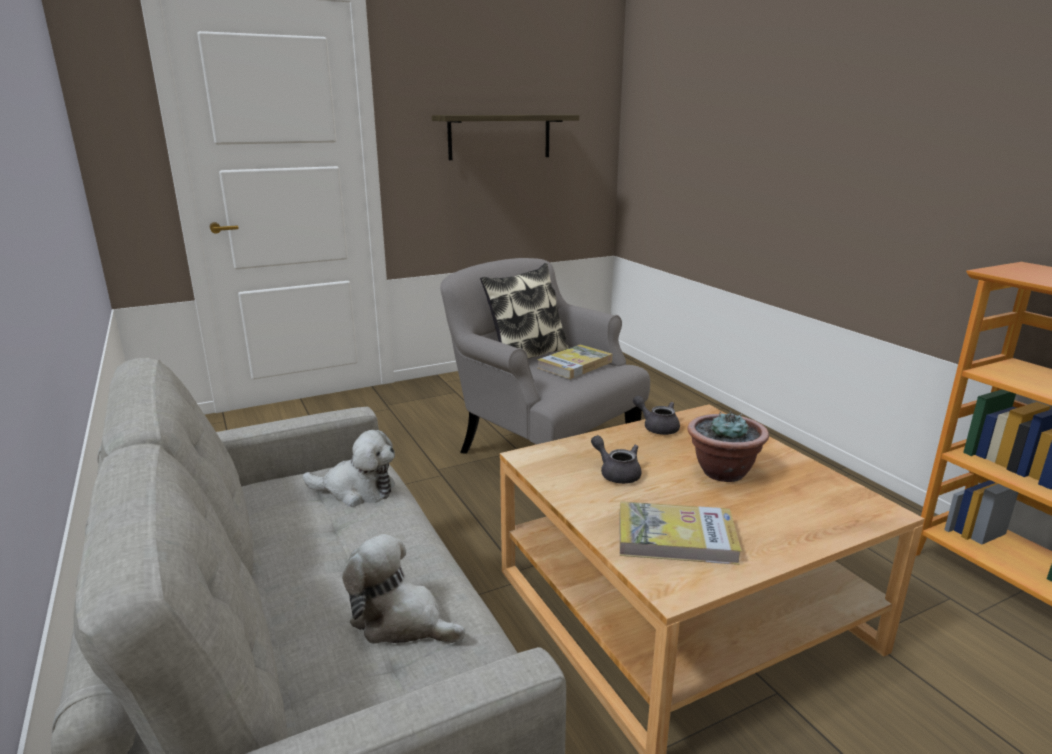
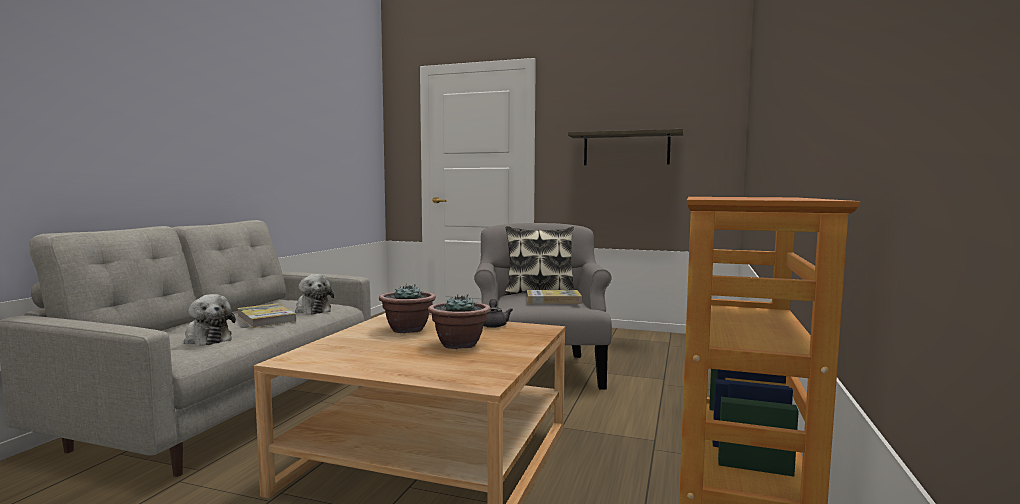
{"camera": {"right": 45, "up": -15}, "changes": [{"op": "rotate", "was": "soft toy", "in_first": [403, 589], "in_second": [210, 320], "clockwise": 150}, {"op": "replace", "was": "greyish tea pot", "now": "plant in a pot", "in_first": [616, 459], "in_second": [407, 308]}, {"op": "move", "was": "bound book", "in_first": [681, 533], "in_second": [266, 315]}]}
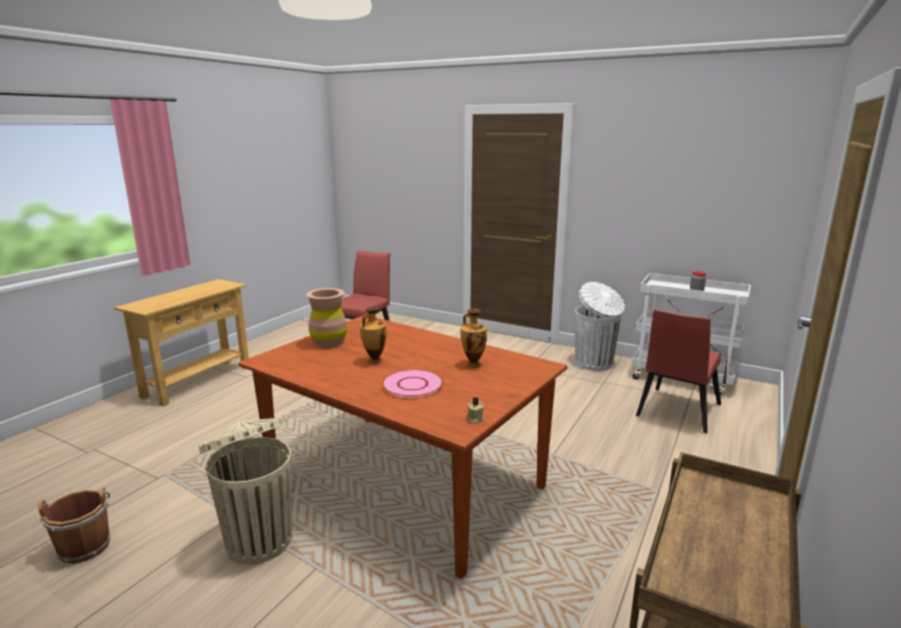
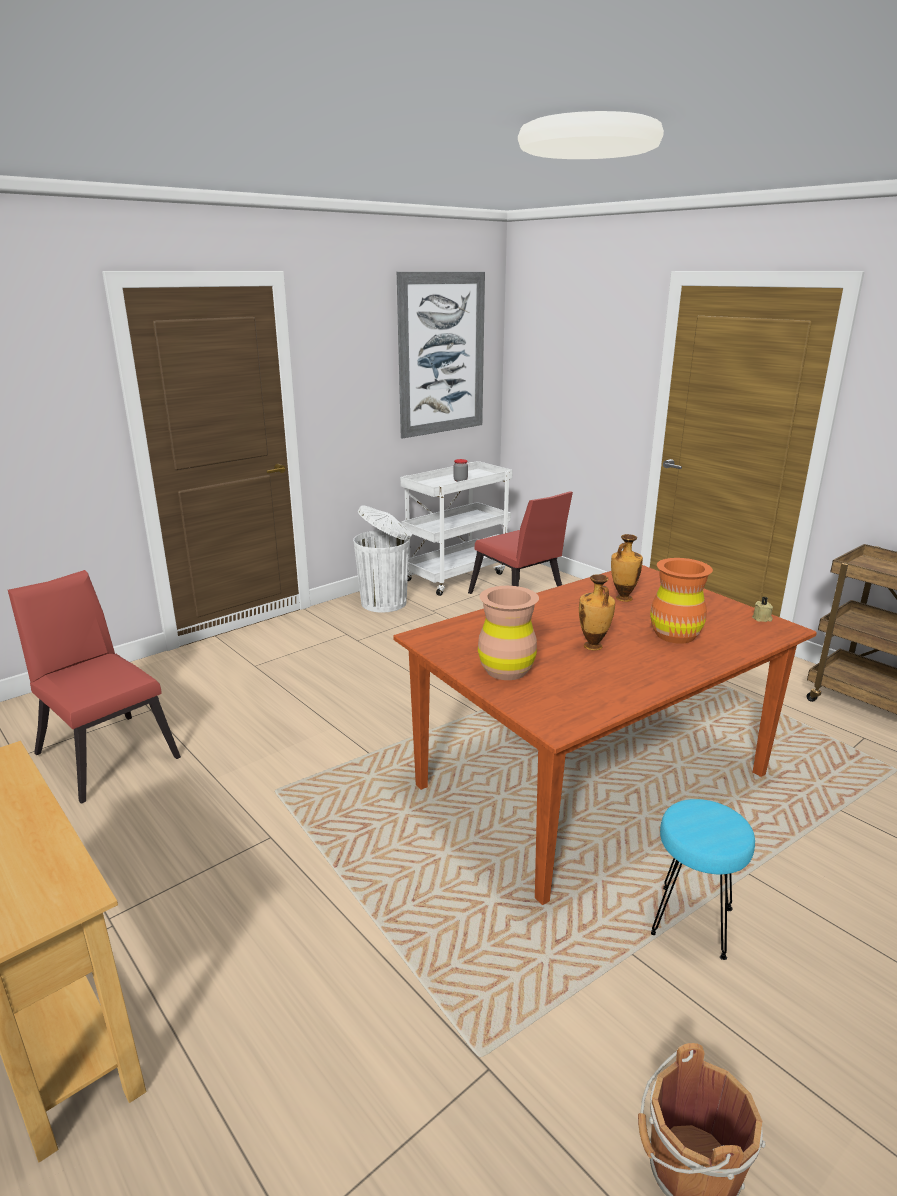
{"camera": {"right": -70, "up": 5}, "changes": [{"op": "replace", "was": "sand-coloured waste bin", "now": "turquoise-coloured stool seat", "in_first": [246, 490], "in_second": [703, 879]}, {"op": "replace", "was": "pink-coloured plate", "now": "orangey decorative vase", "in_first": [412, 384], "in_second": [681, 601]}, {"op": "insert", "now": "wall picture", "in_second": [441, 355]}]}
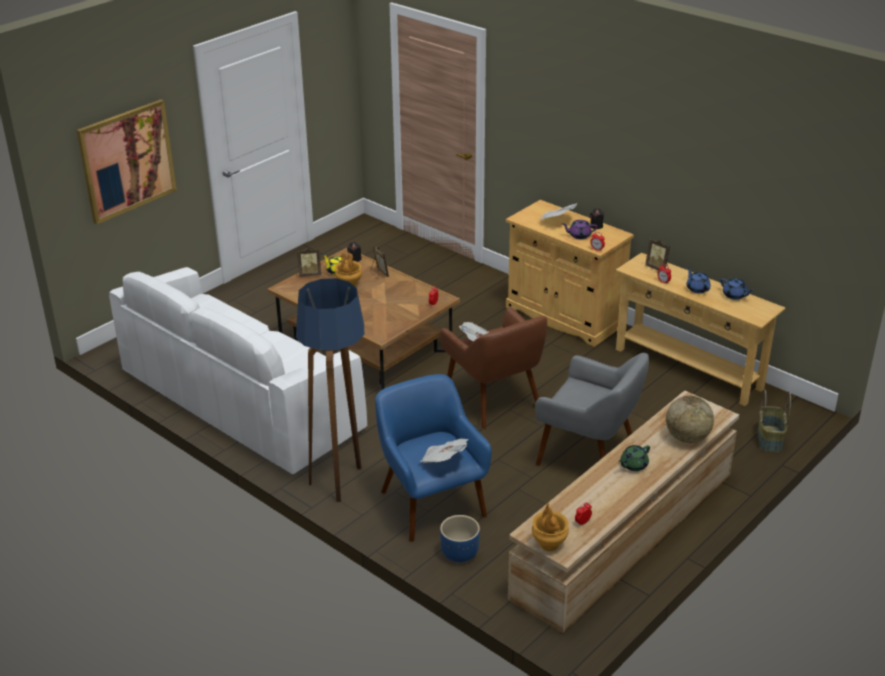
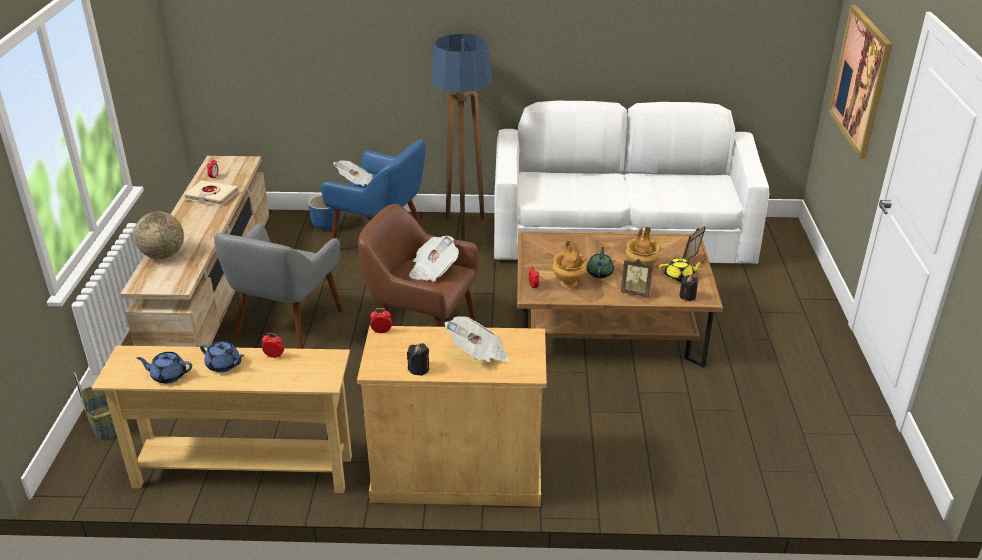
{"camera": {"right": 140, "up": 0}, "changes": [{"op": "move", "was": "brown decorative vase", "in_first": [550, 526], "in_second": [570, 264]}, {"op": "rotate", "was": "greyish easy chair", "in_first": [592, 409], "in_second": [278, 286], "clockwise": -60}, {"op": "delete", "was": "purple tea pot", "in_first": [579, 229]}, {"op": "move", "was": "green-coloured tea pot", "in_first": [634, 458], "in_second": [600, 262]}, {"op": "delete", "was": "photo frame", "in_first": [657, 255]}, {"op": "insert", "now": "sand-coloured bound book", "in_second": [210, 193]}]}
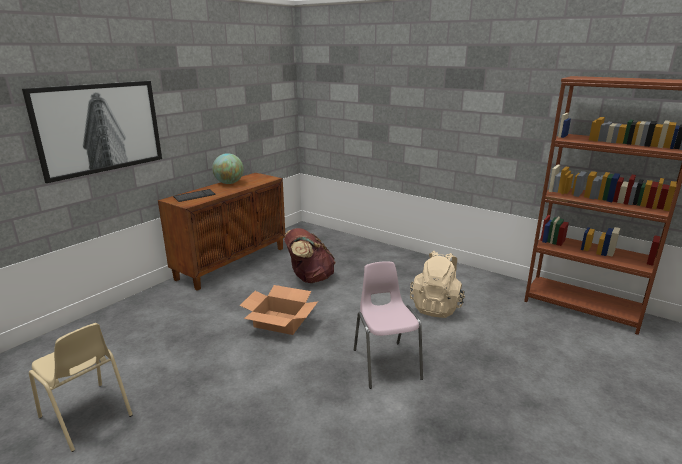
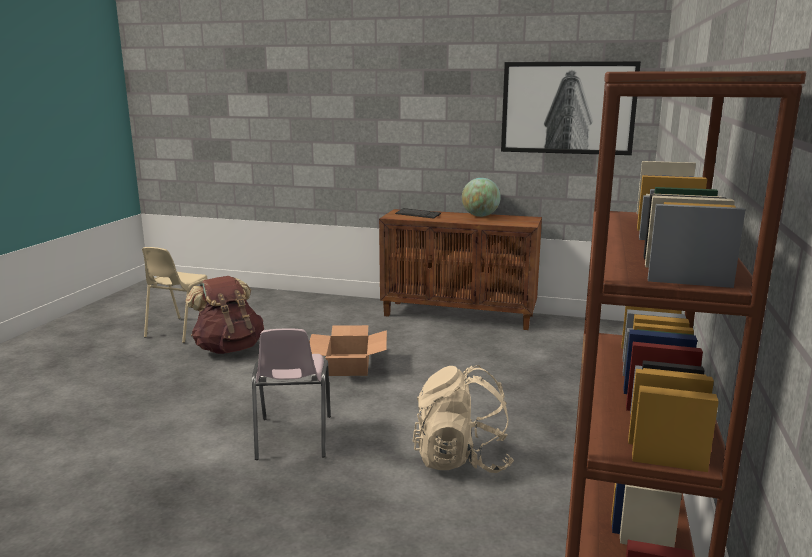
{"camera": {"right": 70, "up": -5}, "changes": [{"op": "move", "was": "wall picture", "in_first": [92, 132], "in_second": [571, 108]}, {"op": "move", "was": "brown rucksack", "in_first": [309, 255], "in_second": [224, 315]}, {"op": "rotate", "was": "pink-coloured chair", "in_first": [388, 325], "in_second": [291, 394], "clockwise": 120}]}
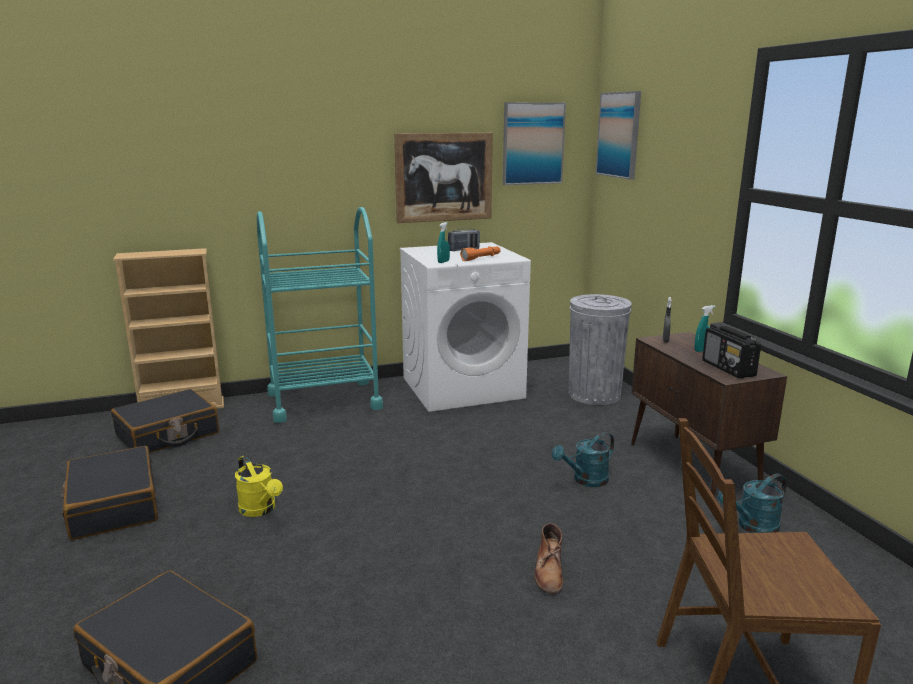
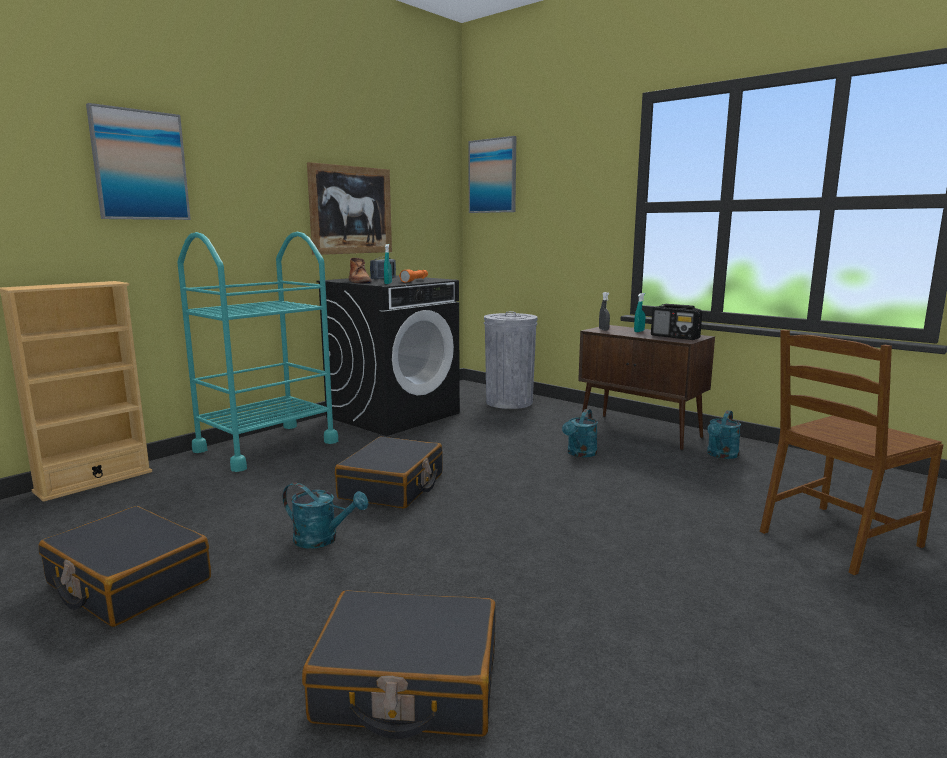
{"camera": {"right": -30, "up": -5}, "changes": [{"op": "move", "was": "black-coloured piece of luggage", "in_first": [165, 421], "in_second": [389, 473]}, {"op": "recolor", "was": "yellowish watering can", "now": "turquoise-coloured watering can", "in_first": [259, 486], "in_second": [325, 515]}, {"op": "recolor", "was": "white laundry machine", "now": "black-coloured laundry machine", "in_first": [465, 327], "in_second": [388, 355]}, {"op": "move", "was": "wall picture", "in_first": [534, 143], "in_second": [138, 161]}, {"op": "move", "was": "brown high-top boot", "in_first": [549, 558], "in_second": [360, 270]}]}
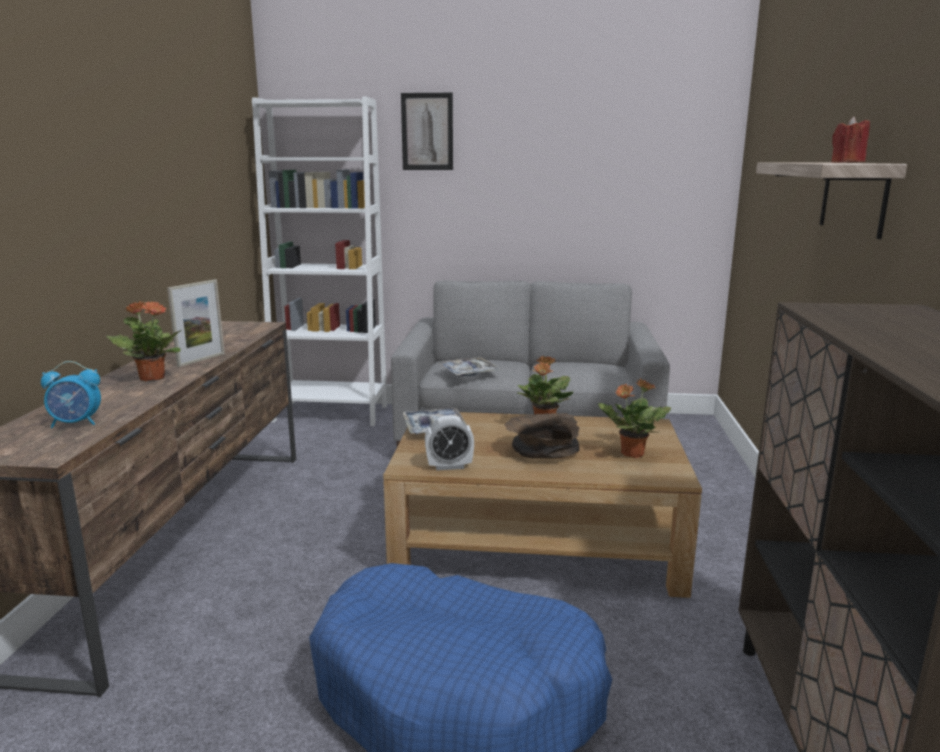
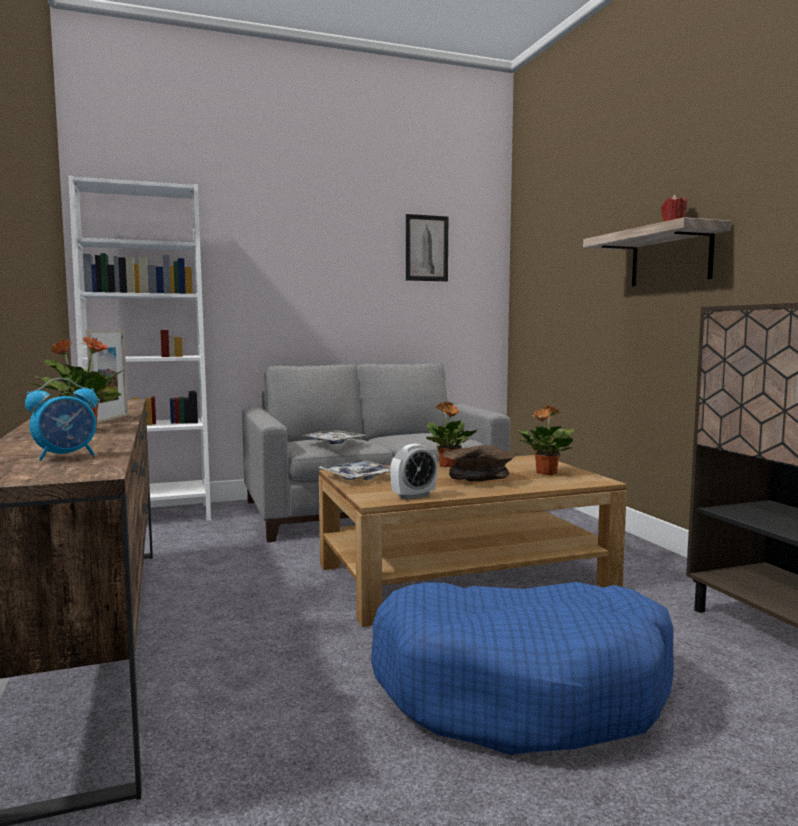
{"camera": {"right": -25, "up": -10}, "changes": [{"op": "move", "was": "wall picture", "in_first": [427, 131], "in_second": [427, 247]}]}
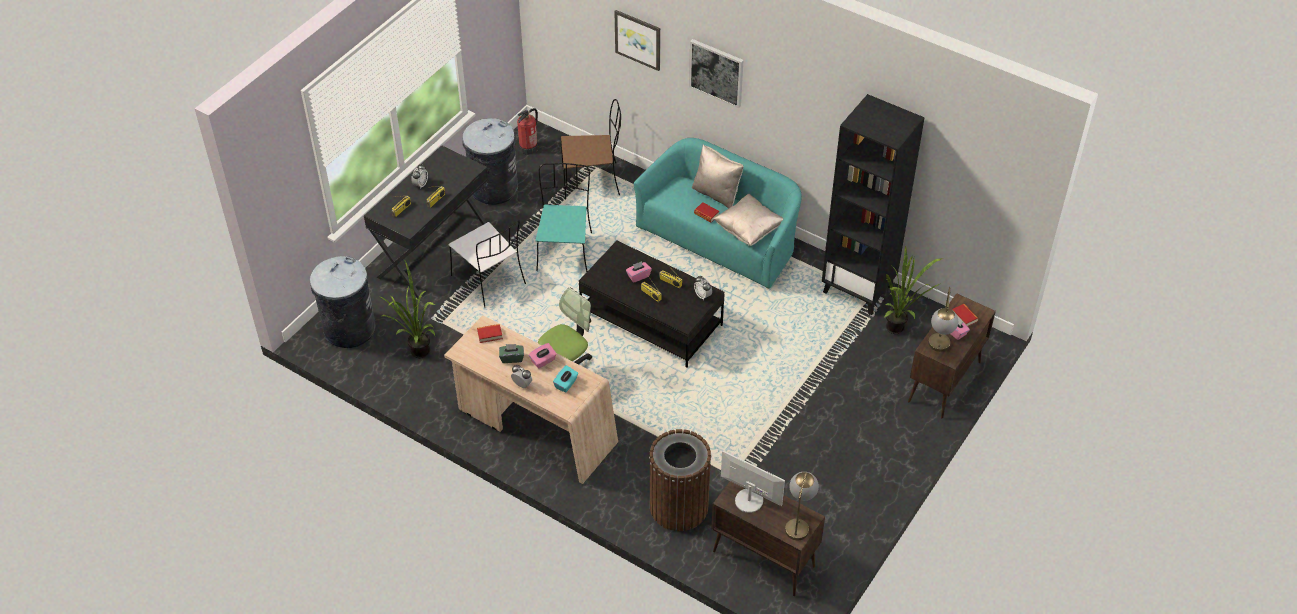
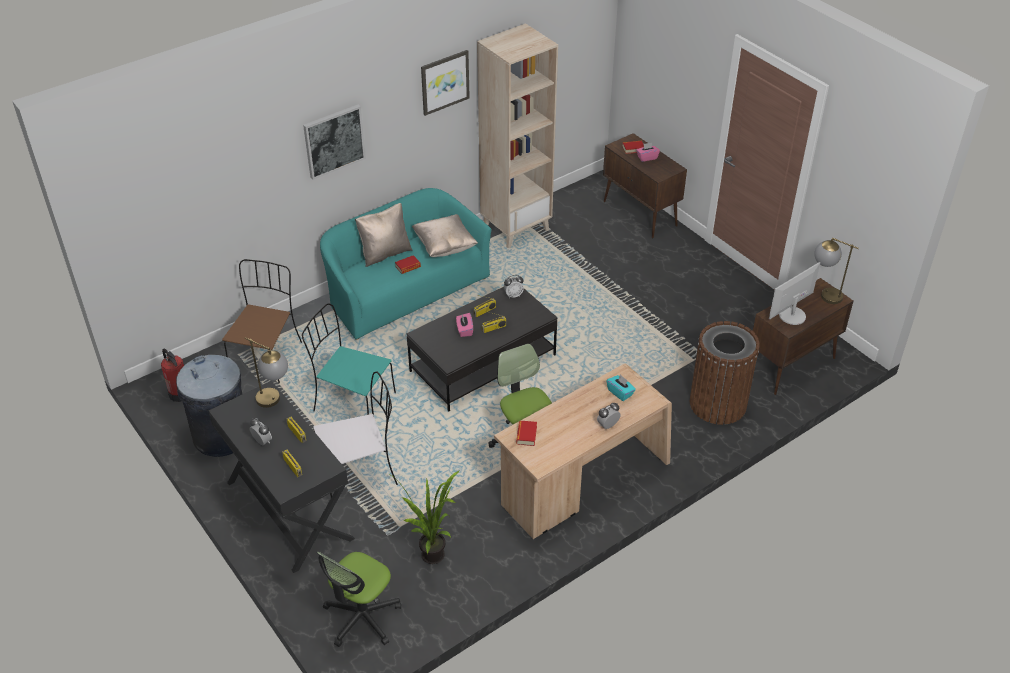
{"camera": {"right": -70, "up": -5}, "changes": [{"op": "replace", "was": "greyish waste bin", "now": "office chair", "in_first": [343, 302], "in_second": [359, 599]}, {"op": "delete", "was": "green-coloured tissue holder", "in_first": [511, 353]}, {"op": "delete", "was": "pink-coloured tissue holder", "in_first": [543, 356]}, {"op": "move", "was": "wall picture", "in_first": [637, 40], "in_second": [445, 83]}, {"op": "recolor", "was": "black-coloured bookcase", "now": "sand-coloured bookcase", "in_first": [873, 204], "in_second": [517, 135]}, {"op": "delete", "was": "plant in a pot", "in_first": [914, 290]}, {"op": "move", "was": "table lamp", "in_first": [943, 319], "in_second": [266, 372]}]}
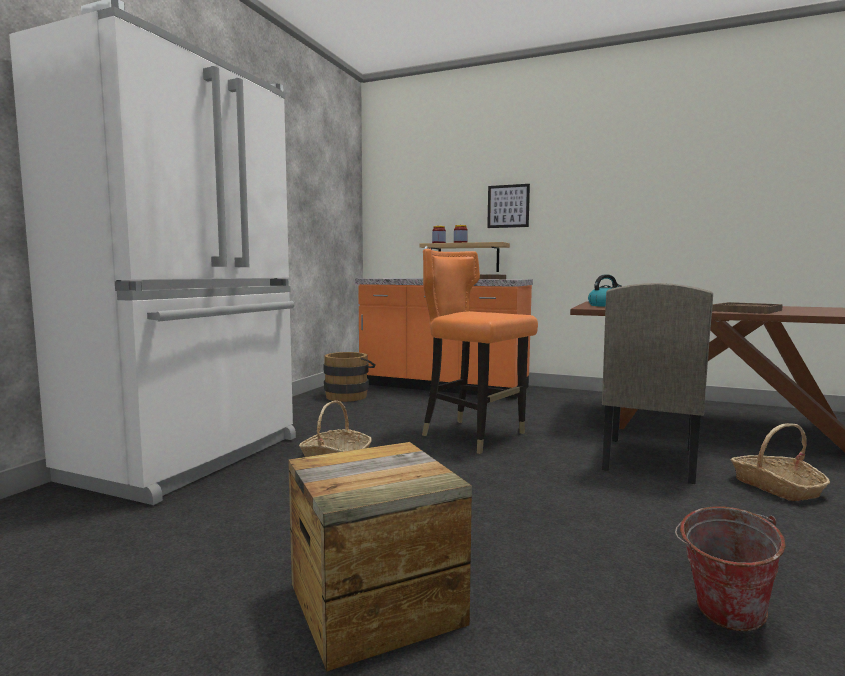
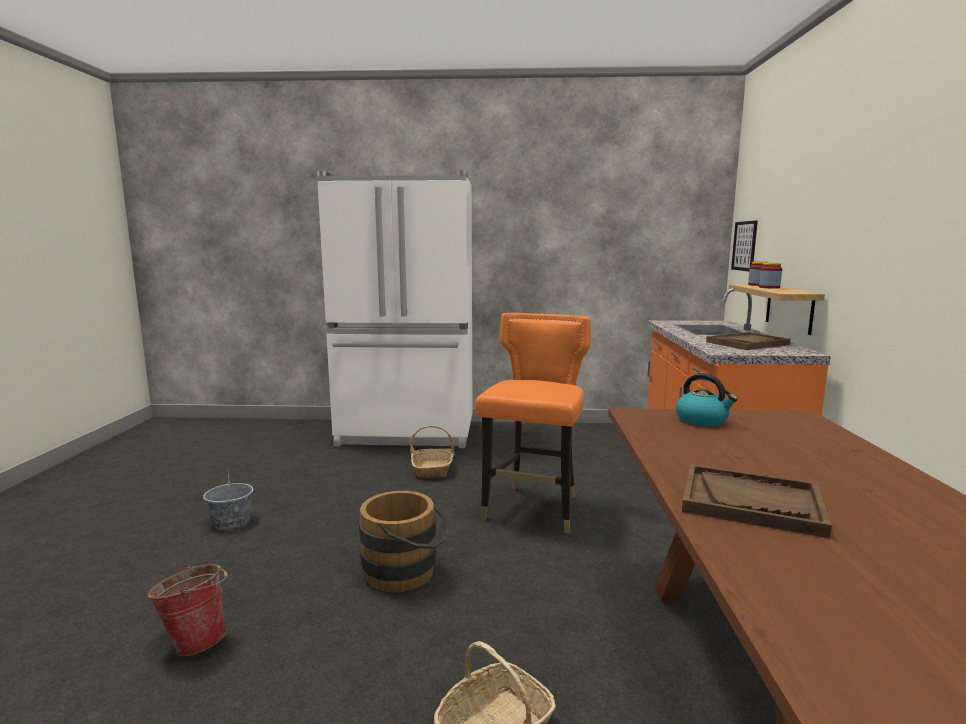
{"camera": {"right": 70, "up": 5}, "changes": [{"op": "replace", "was": "crate", "now": "greyish bucket", "in_first": [380, 557], "in_second": [228, 503]}, {"op": "move", "was": "brown bucket", "in_first": [350, 377], "in_second": [404, 541]}, {"op": "move", "was": "wall picture", "in_first": [508, 206], "in_second": [744, 246]}, {"op": "delete", "was": "sand-coloured chair", "in_first": [657, 383]}]}
